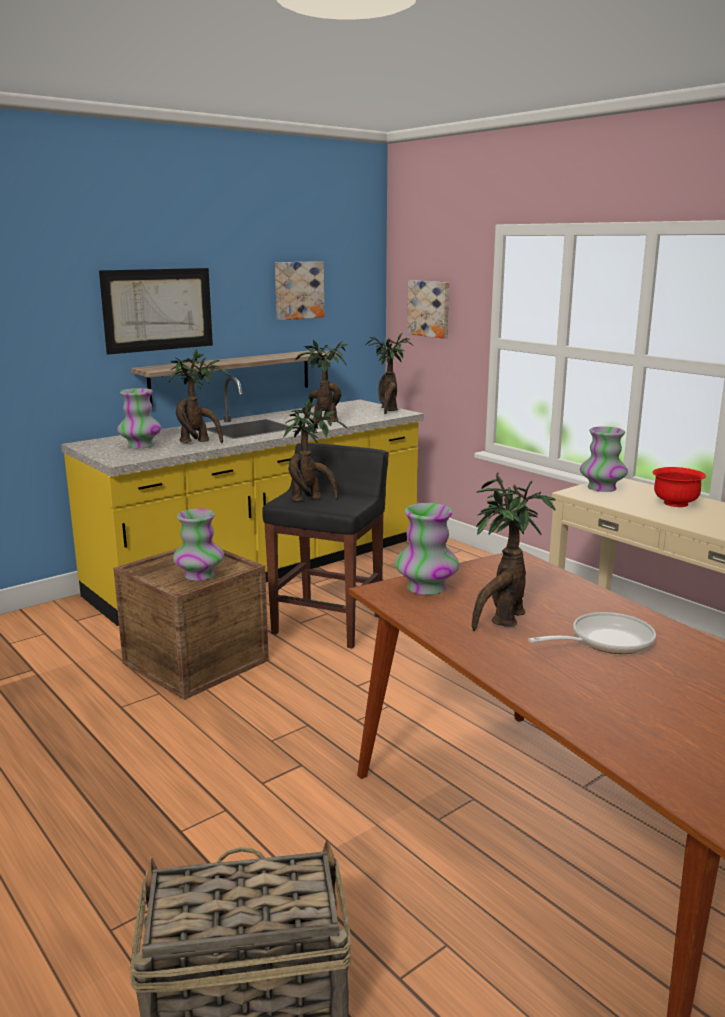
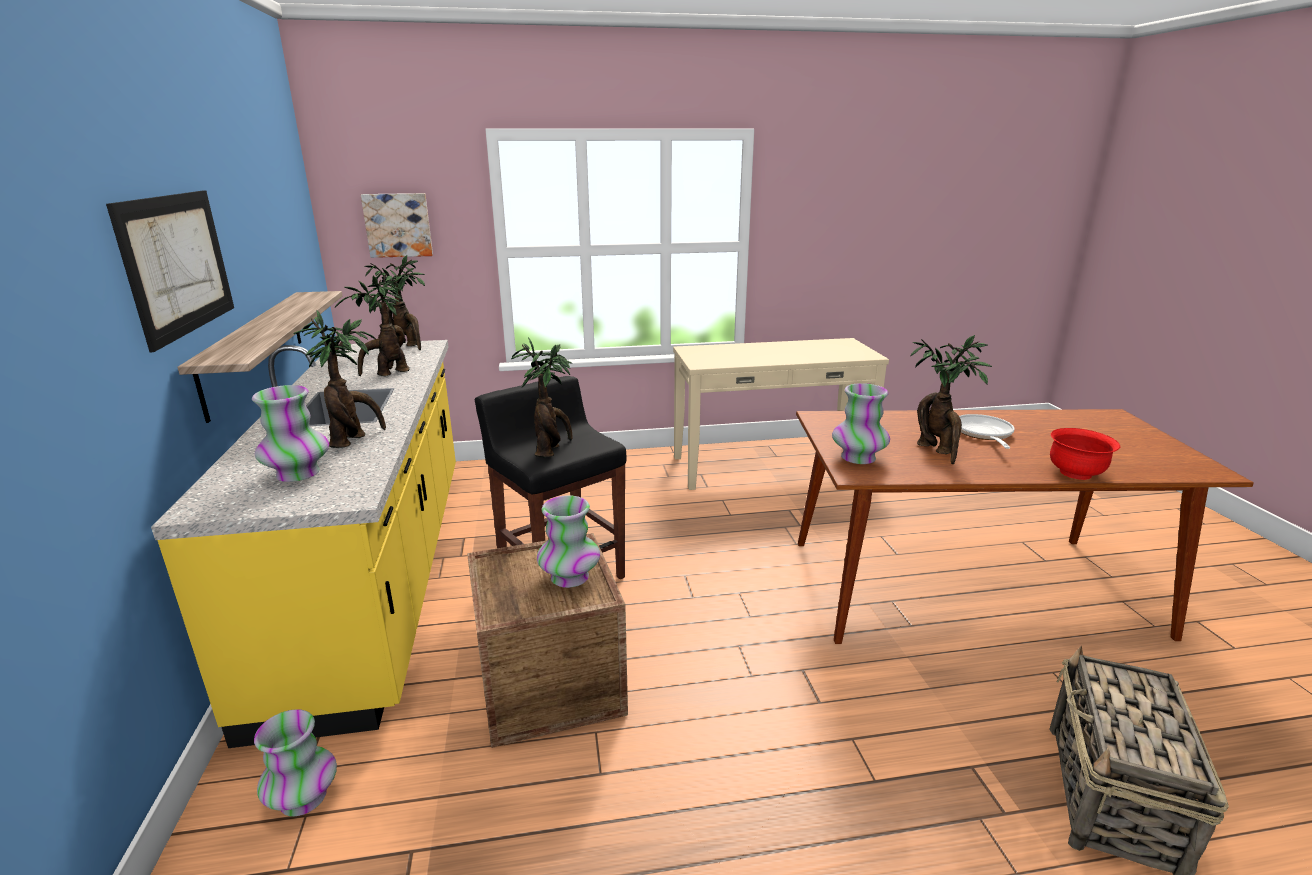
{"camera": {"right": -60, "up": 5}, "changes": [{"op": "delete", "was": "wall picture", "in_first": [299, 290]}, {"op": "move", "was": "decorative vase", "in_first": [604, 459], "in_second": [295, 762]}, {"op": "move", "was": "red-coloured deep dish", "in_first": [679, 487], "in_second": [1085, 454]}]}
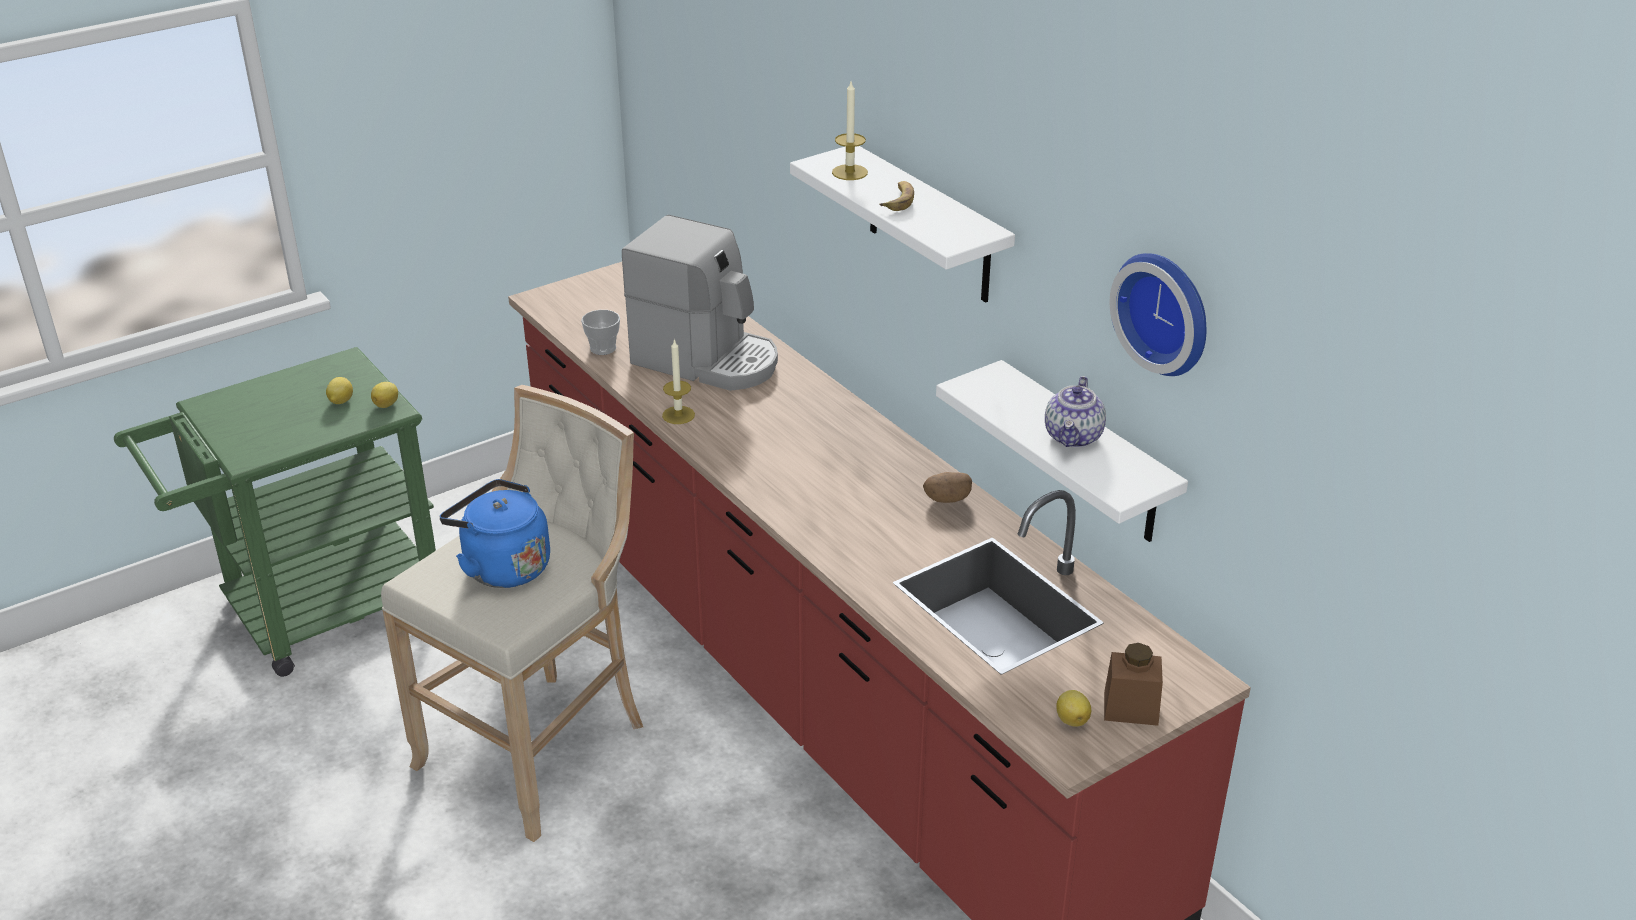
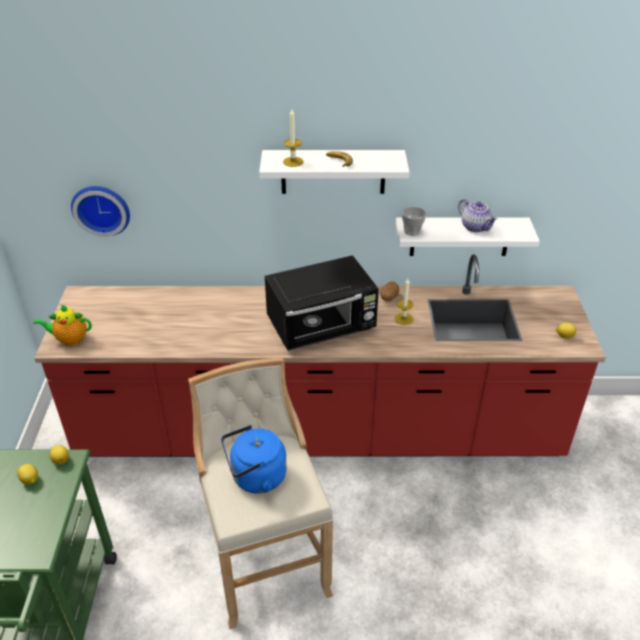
{"camera": {"right": -55, "up": 5}, "changes": [{"op": "move", "was": "cup", "in_first": [600, 332], "in_second": [414, 221]}, {"op": "delete", "was": "coffee machine", "in_first": [700, 303]}, {"op": "move", "was": "wax candle", "in_first": [678, 381], "in_second": [403, 302]}, {"op": "delete", "was": "brown storage jar", "in_first": [1133, 684]}, {"op": "move", "was": "clock on the wall", "in_first": [1158, 314], "in_second": [100, 211]}, {"op": "insert", "now": "tea pot", "in_second": [62, 325]}, {"op": "insert", "now": "black-coloured kitchen microwave", "in_second": [322, 303]}]}
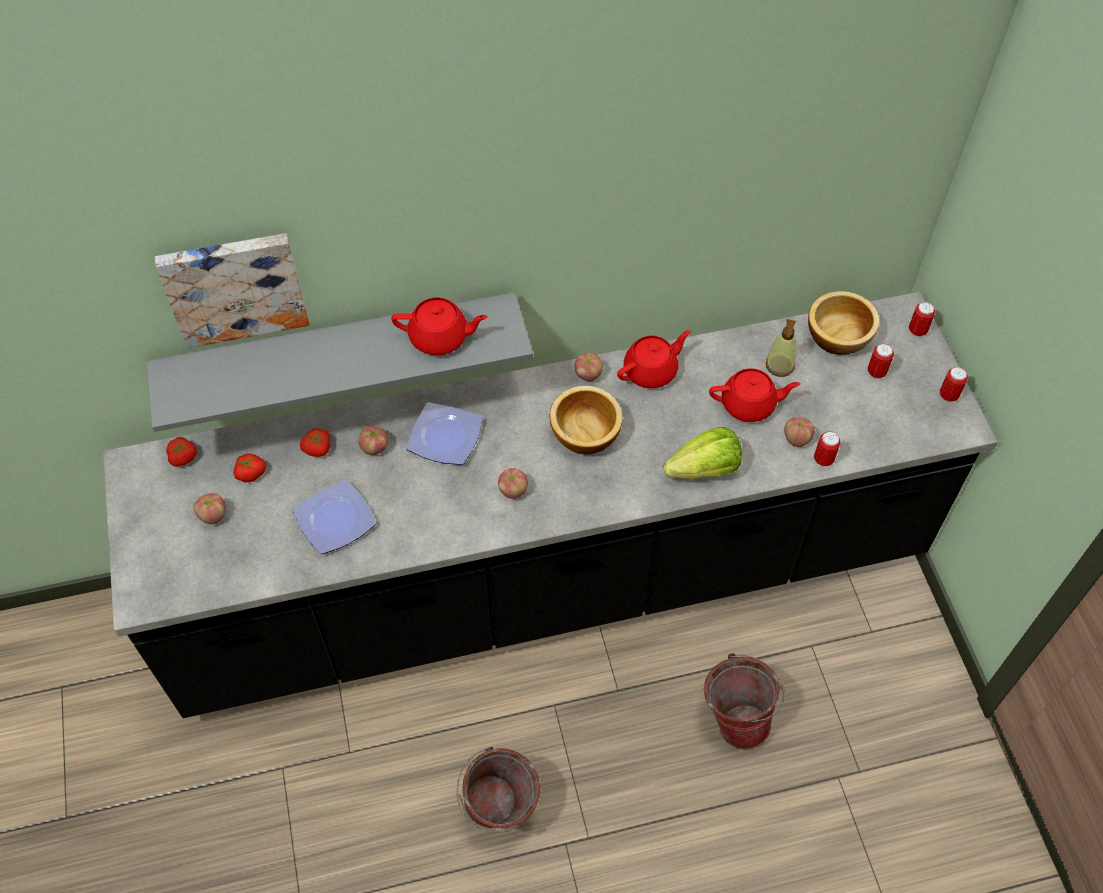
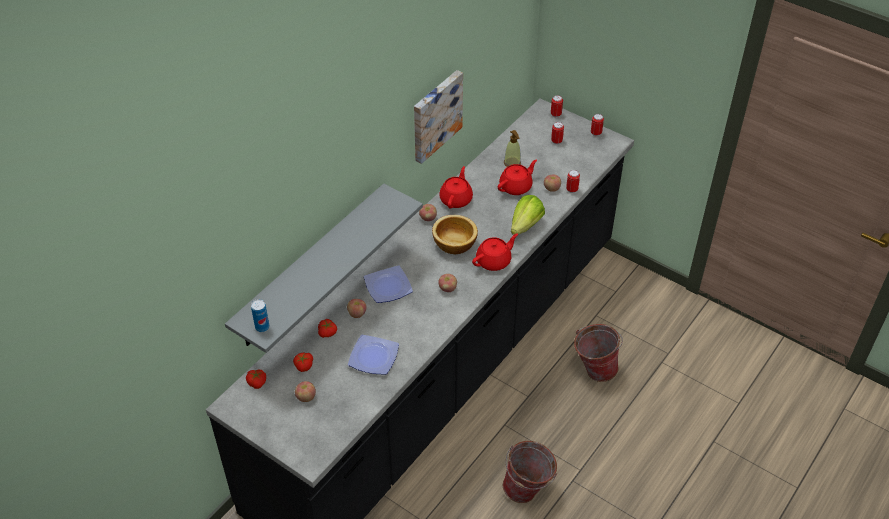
{"camera": {"right": -40, "up": -10}, "changes": [{"op": "move", "was": "wall picture", "in_first": [232, 290], "in_second": [438, 117]}, {"op": "move", "was": "red-coloured tea pot", "in_first": [439, 326], "in_second": [495, 252]}, {"op": "delete", "was": "deep dish", "in_first": [844, 323]}, {"op": "insert", "now": "can", "in_second": [260, 315]}]}
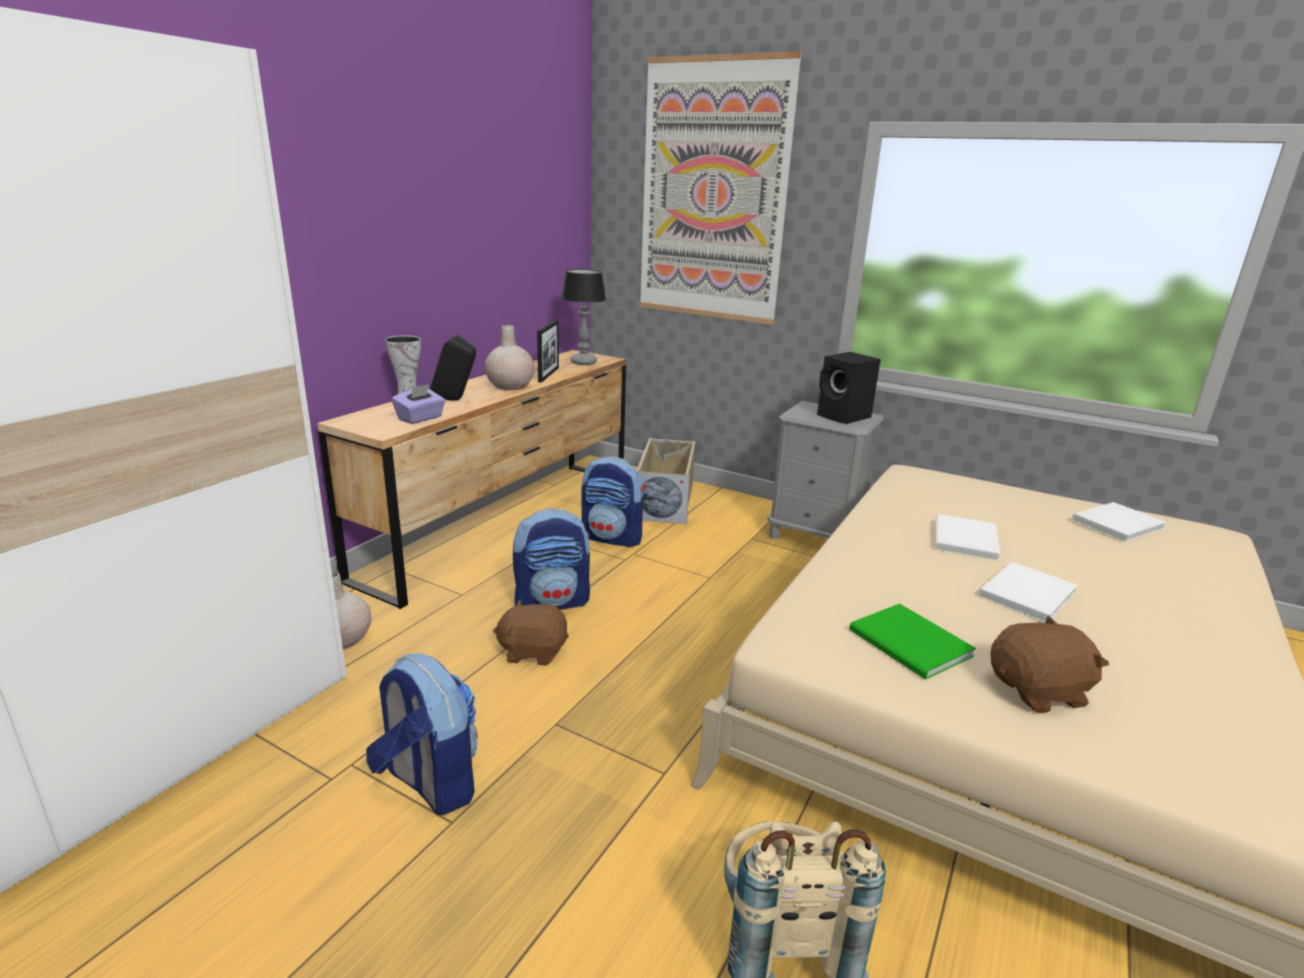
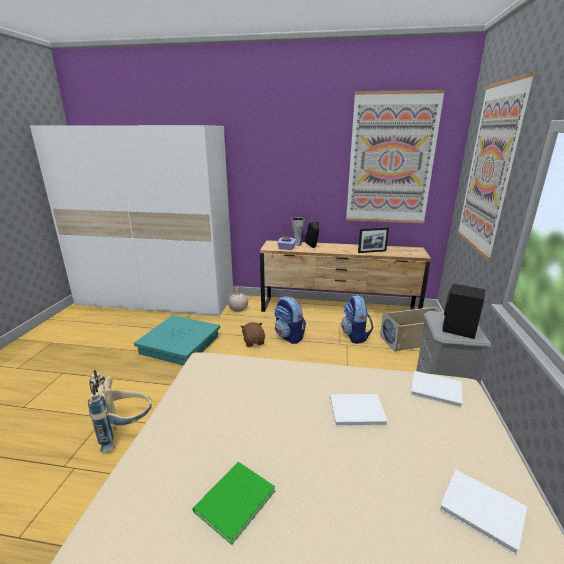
{"camera": {"right": 70, "up": 0}, "changes": [{"op": "replace", "was": "rucksack", "now": "turquoise-coloured storage bin", "in_first": [422, 734], "in_second": [177, 340]}, {"op": "delete", "was": "sand-coloured decorative vase", "in_first": [510, 357]}, {"op": "delete", "was": "table lamp", "in_first": [584, 317]}, {"op": "move", "was": "green-coloured bound book", "in_first": [912, 641], "in_second": [233, 503]}, {"op": "move", "was": "white bound book", "in_first": [1028, 592], "in_second": [437, 389]}, {"op": "delete", "was": "brown soft toy", "in_first": [1049, 665]}, {"op": "insert", "now": "wall picture", "in_second": [395, 156]}]}
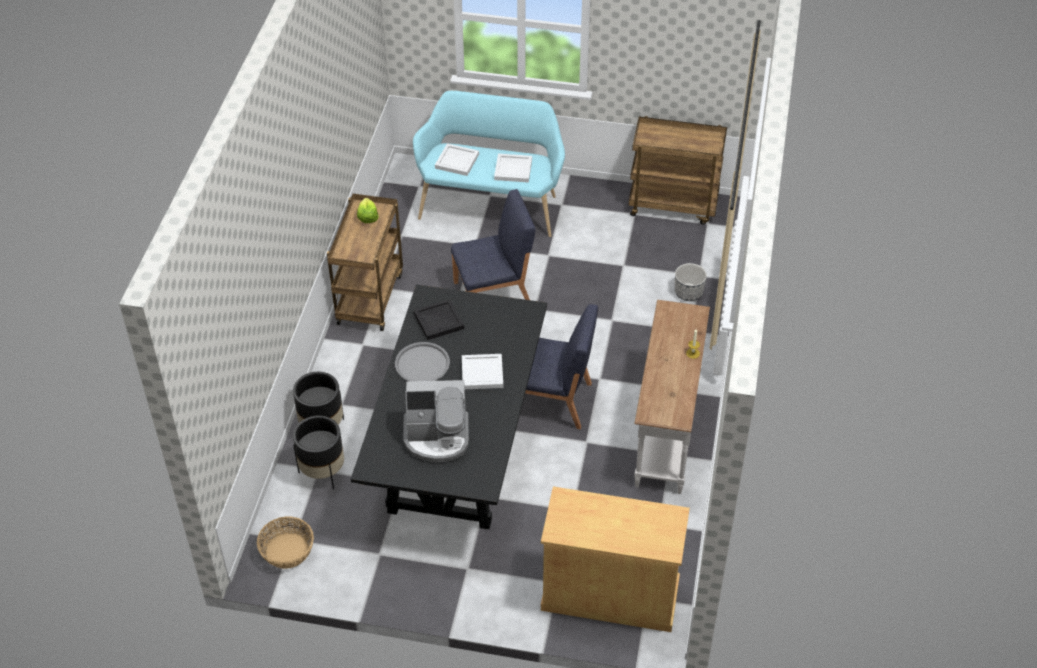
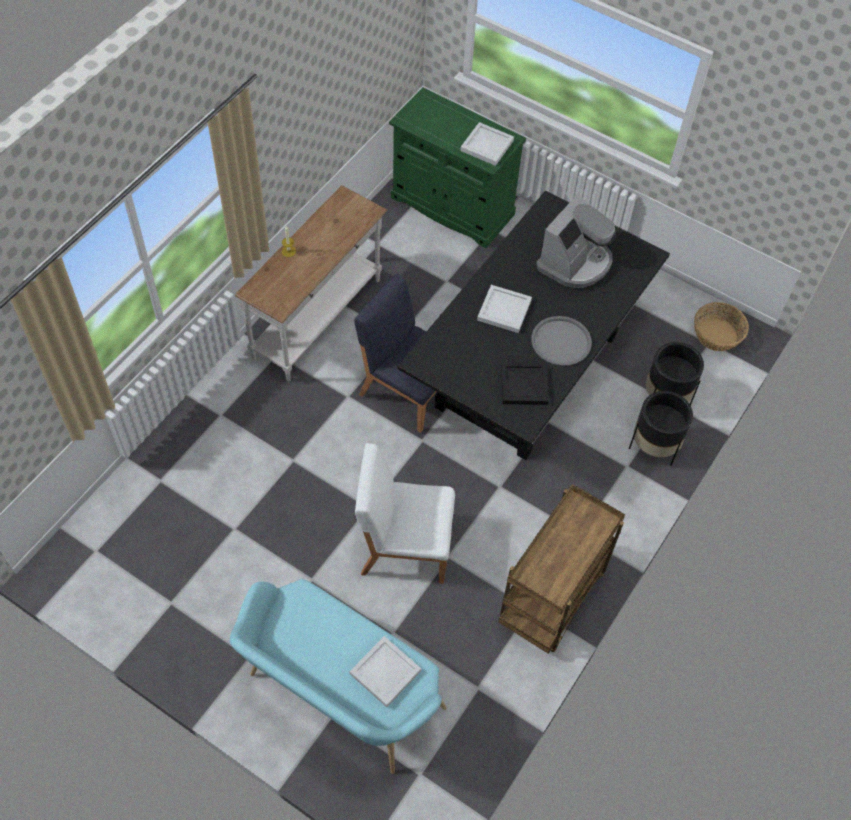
{"camera": {"right": -160, "up": 10}, "changes": [{"op": "delete", "was": "head of lettuce", "in_first": [368, 210]}, {"op": "rotate", "was": "coffee machine", "in_first": [436, 421], "in_second": [576, 241], "clockwise": 105}, {"op": "recolor", "was": "blue-coloured chair", "now": "white chair", "in_first": [493, 244], "in_second": [405, 513]}, {"op": "move", "was": "white serving tray", "in_first": [513, 168], "in_second": [487, 144]}, {"op": "recolor", "was": "sand-coloured storage cabinet", "now": "green-coloured storage cabinet", "in_first": [615, 559], "in_second": [457, 167]}, {"op": "delete", "was": "brown wheeled cart", "in_first": [678, 170]}, {"op": "delete", "was": "planter", "in_first": [691, 282]}]}
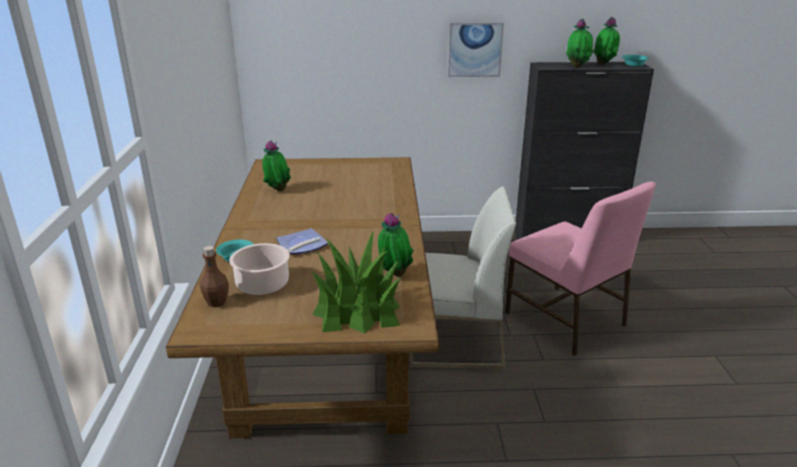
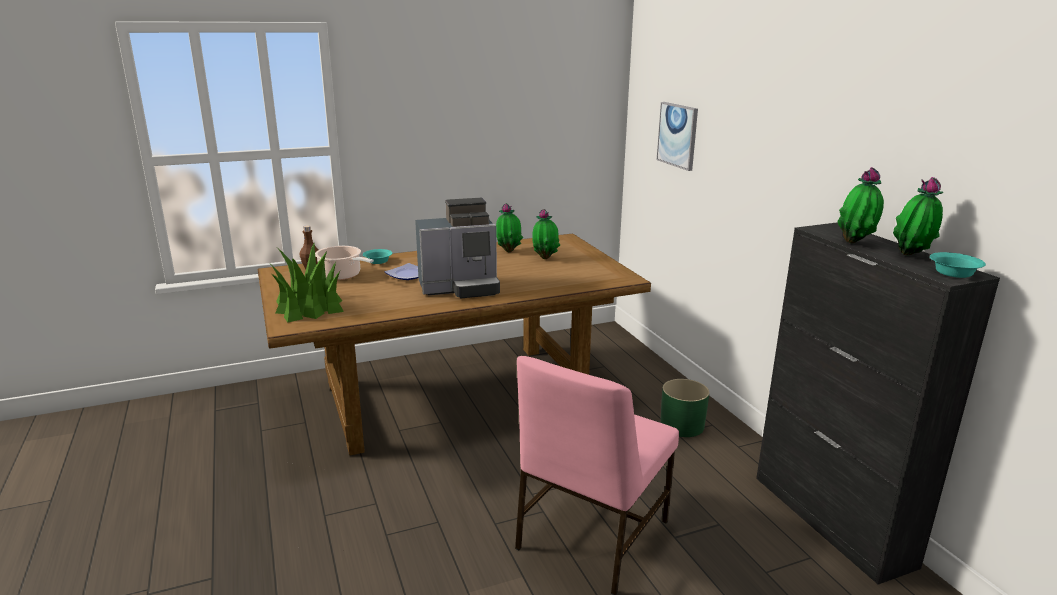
{"camera": {"right": 70, "up": -5}, "changes": [{"op": "move", "was": "plant in a pot", "in_first": [396, 245], "in_second": [546, 234]}, {"op": "delete", "was": "white chair", "in_first": [463, 277]}, {"op": "move", "was": "wall picture", "in_first": [476, 50], "in_second": [677, 136]}, {"op": "insert", "now": "coffee machine", "in_second": [457, 248]}, {"op": "insert", "now": "green-coloured planter", "in_second": [684, 408]}]}
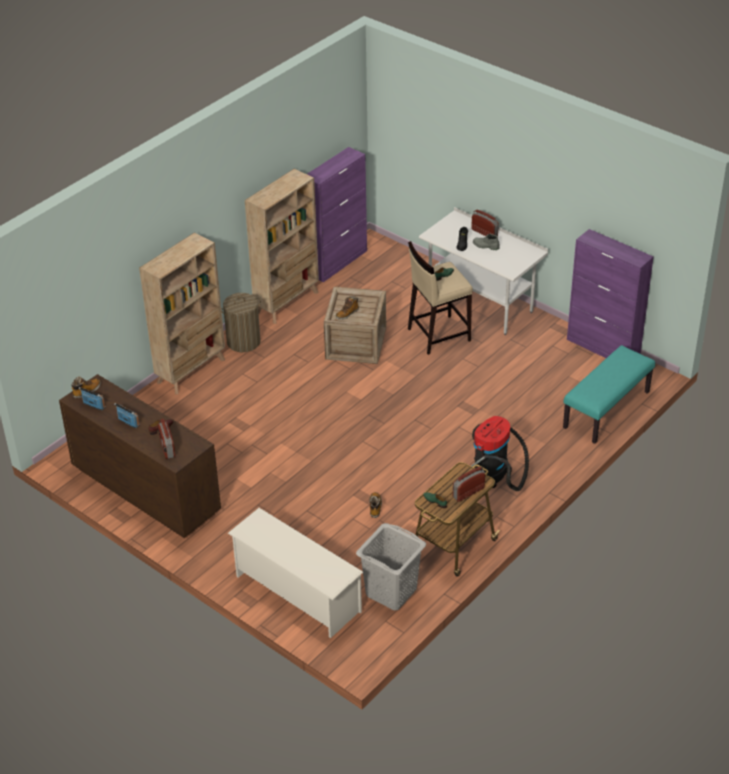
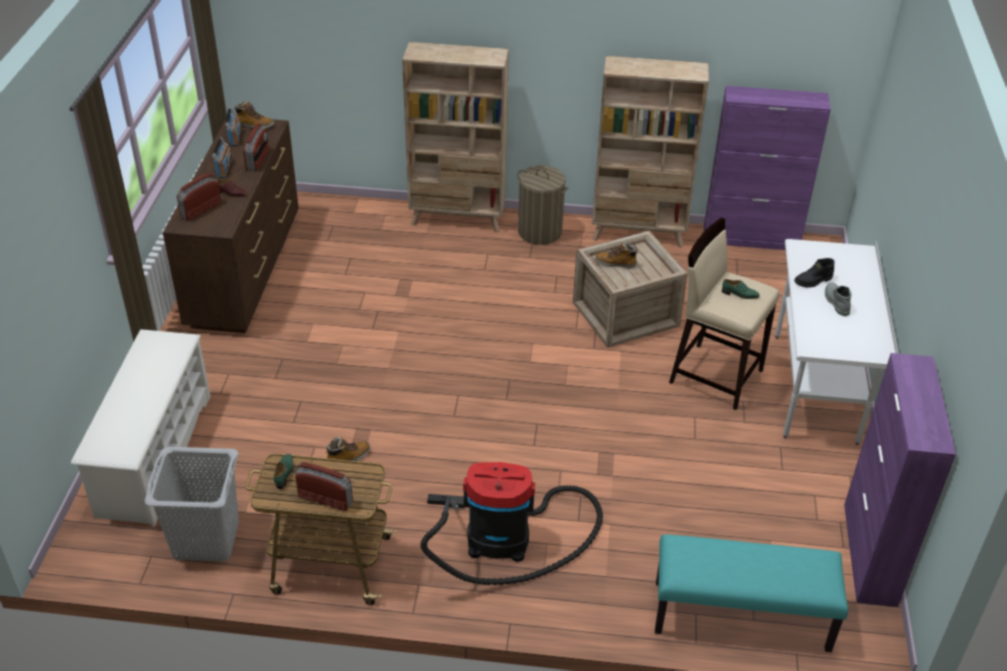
{"camera": {"right": 55, "up": 0}, "changes": [{"op": "move", "was": "radio", "in_first": [485, 223], "in_second": [256, 147]}]}
